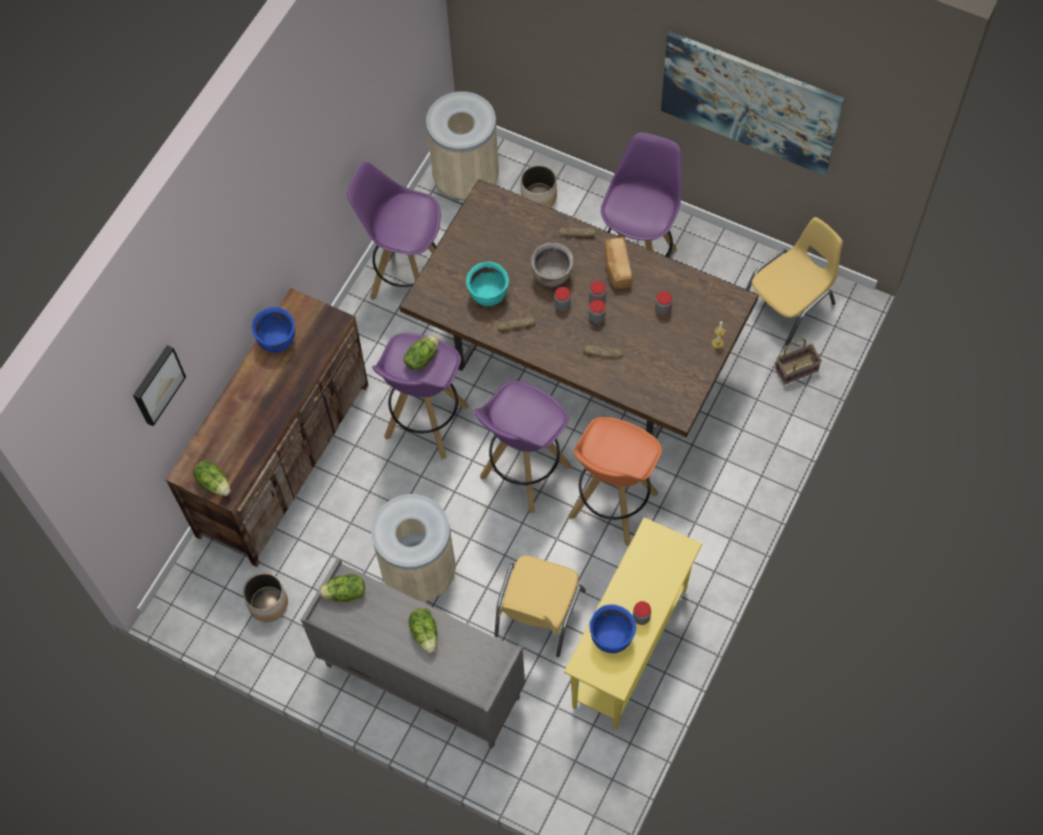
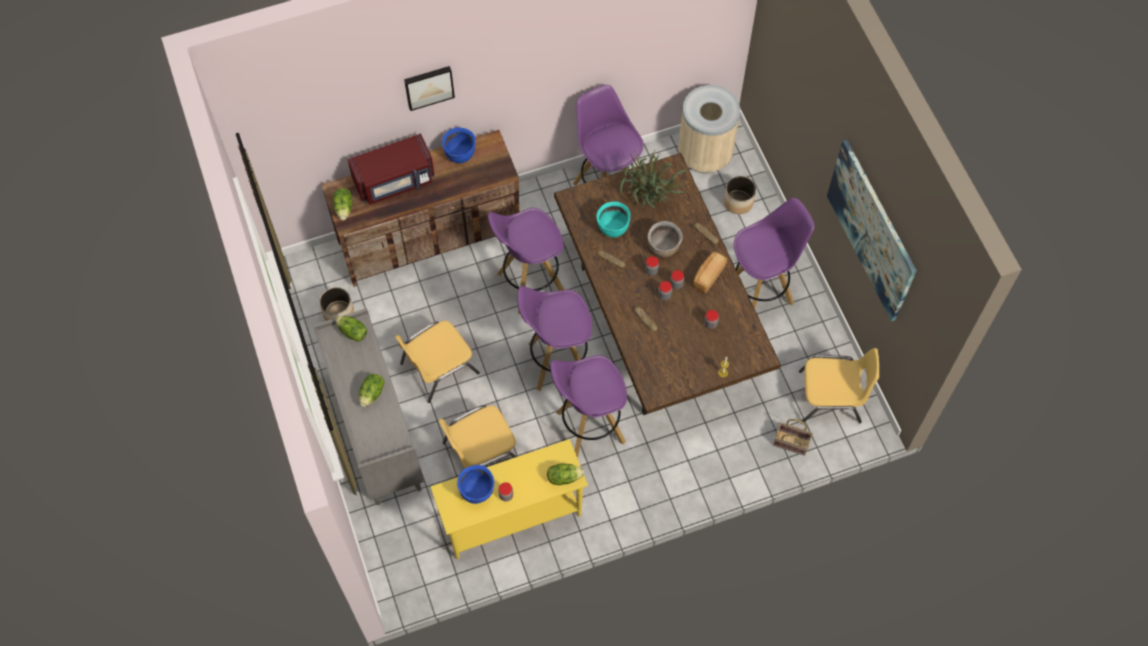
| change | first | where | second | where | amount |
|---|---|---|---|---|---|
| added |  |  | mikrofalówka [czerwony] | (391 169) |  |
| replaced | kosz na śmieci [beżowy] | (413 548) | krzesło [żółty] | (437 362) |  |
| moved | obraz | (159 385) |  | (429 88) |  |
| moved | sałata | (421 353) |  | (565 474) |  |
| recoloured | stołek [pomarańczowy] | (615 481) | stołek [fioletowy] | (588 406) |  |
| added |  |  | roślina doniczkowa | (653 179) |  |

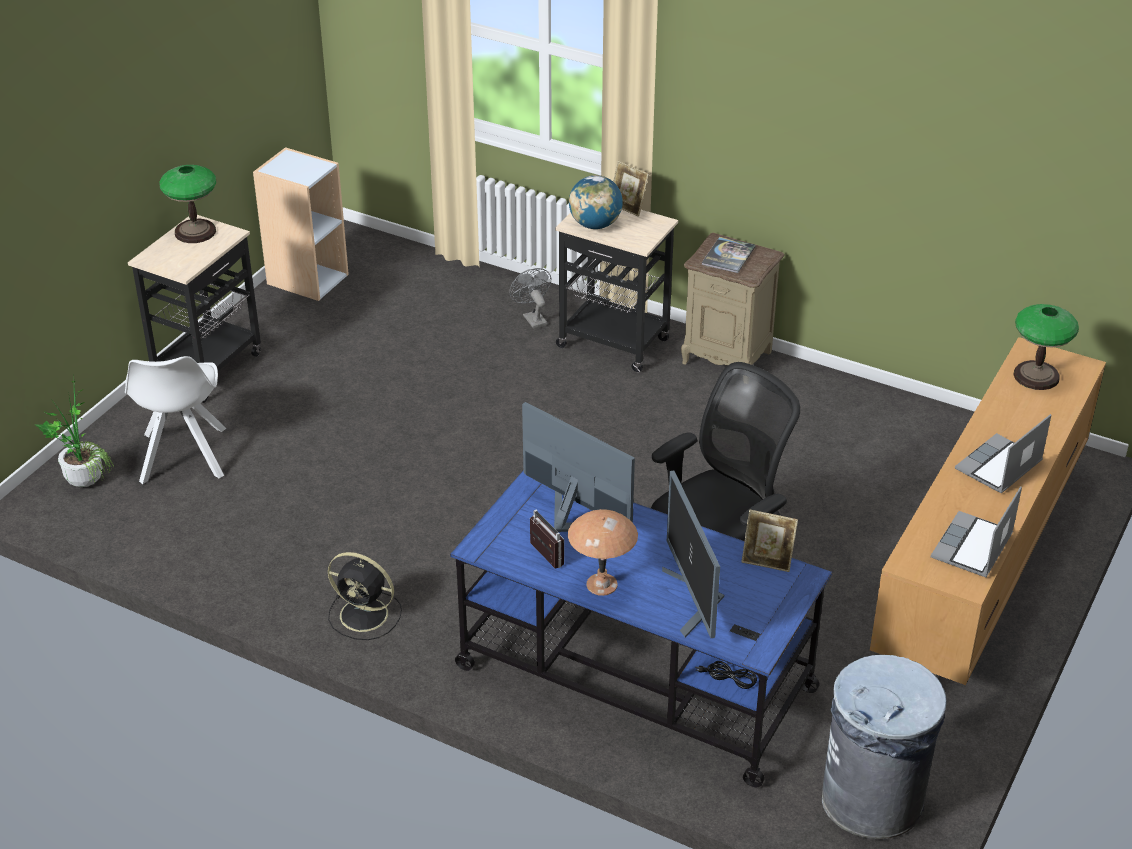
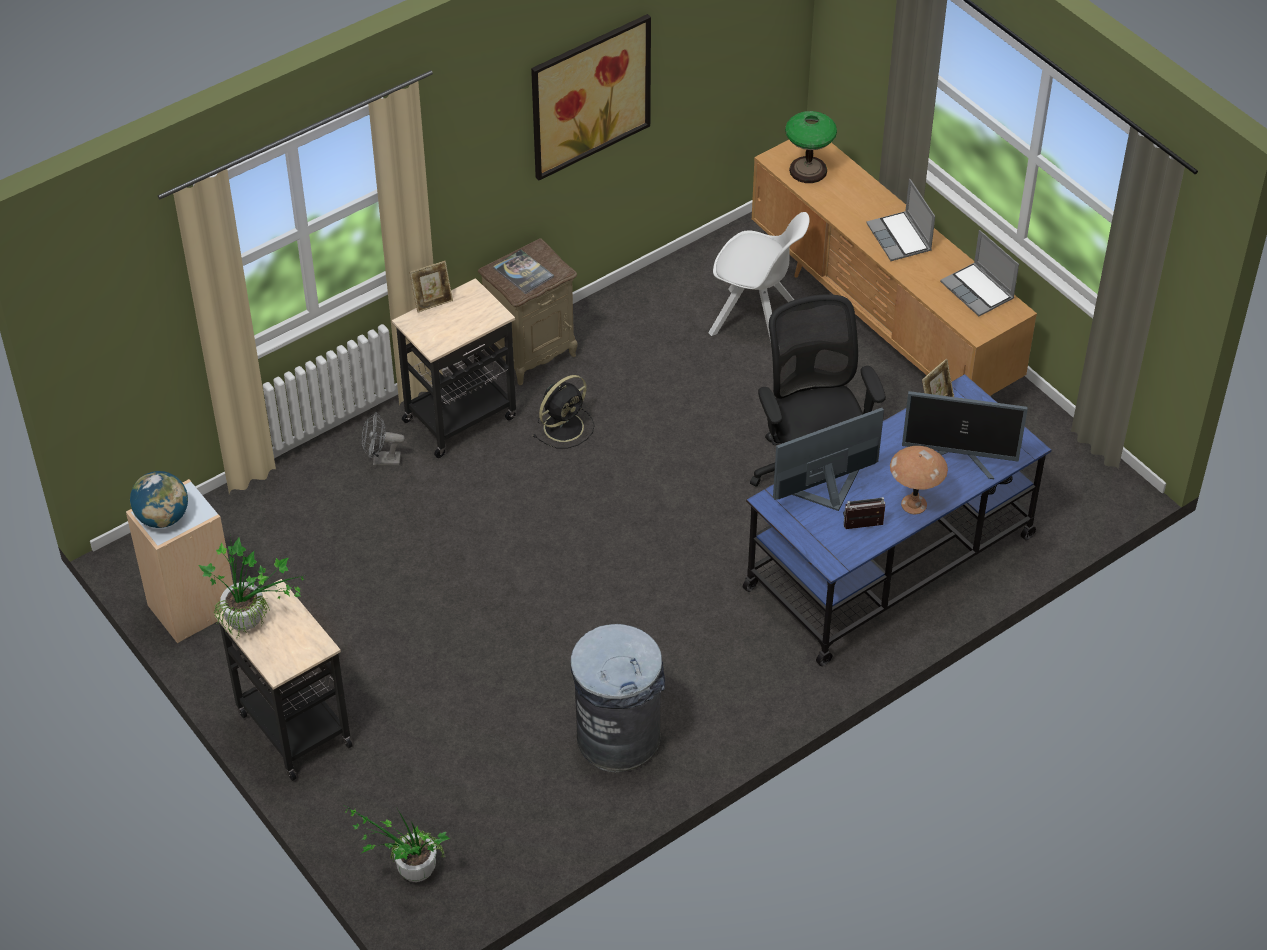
| change | first | where | second | where | amount |
|---|---|---|---|---|---|
| moved | globus | (596 202) |  | (159 499) |  |
| replaced | lampa stołowa | (188 204) | roślina doniczkowa | (251 588) |  |
| added |  |  | obraz | (591 97) |  |
| moved | wentylator [czarny] | (365 596) |  | (564 412) |  |
| moved | kosz na śmieci [szary] | (884 747) |  | (617 698) |  |
| moved | krzesło [biały] | (176 420) |  | (759 277) |  |

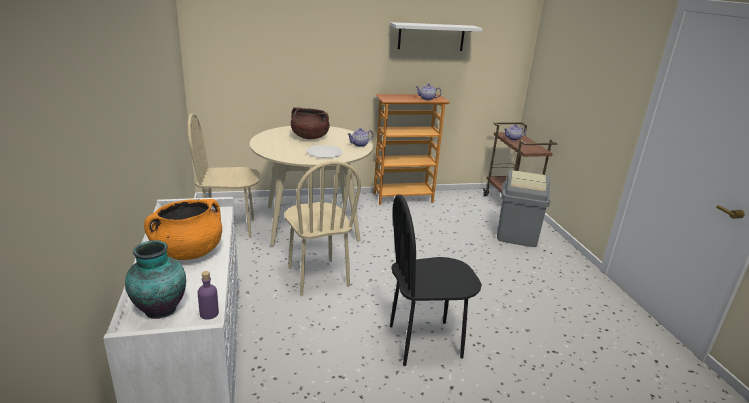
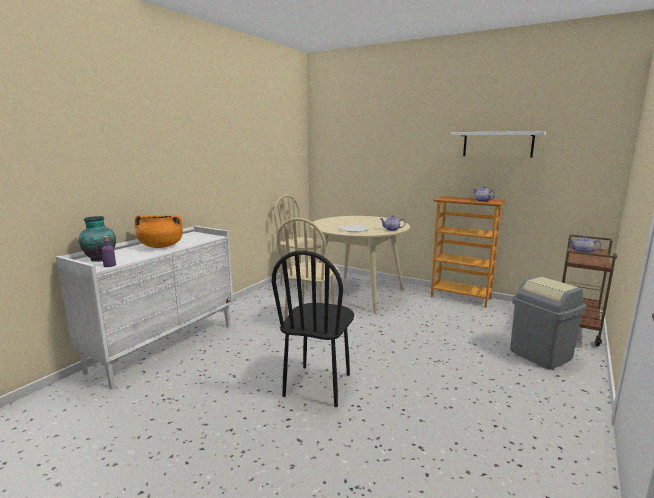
| change | first | where | second | where | amount |
|---|---|---|---|---|---|
| turned | krzesło [czarny] | (436 280) |  | (313 328) | 105 degrees counterclockwise |
| removed | garnek [brązowy] | (310 123) |  |  |  |

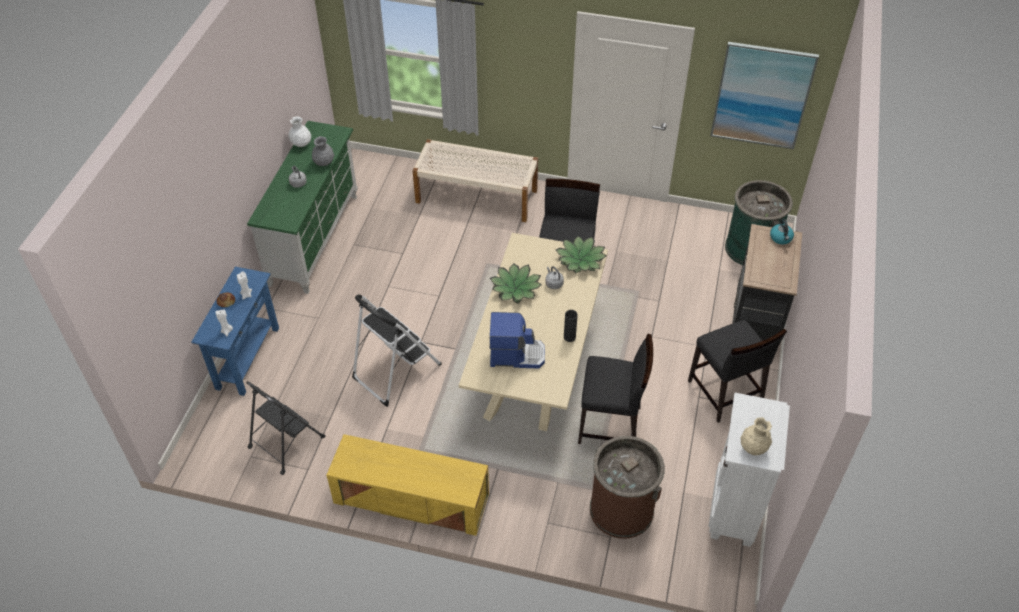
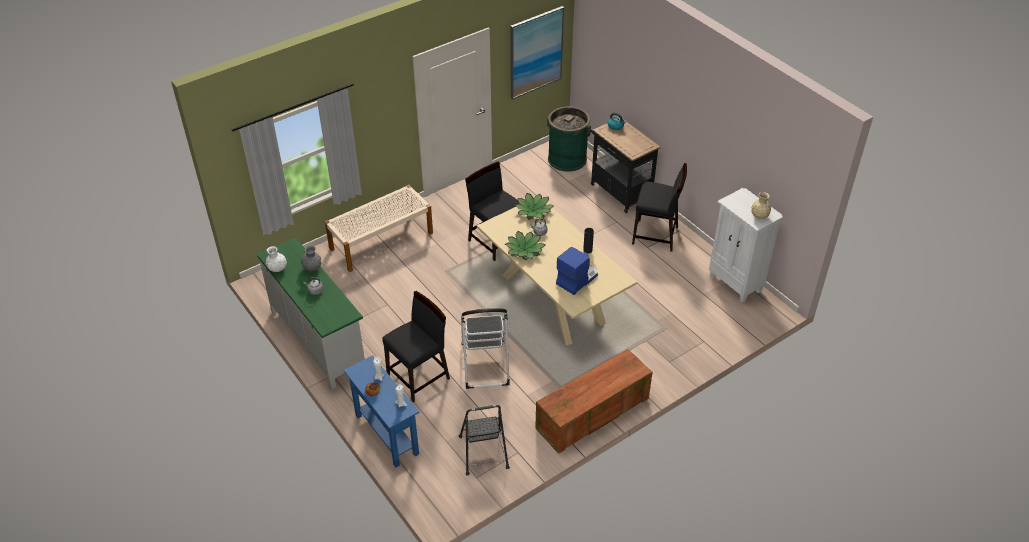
| change | first | where | second | where | amount |
|---|---|---|---|---|---|
| moved | krzesło [czarny] | (615 389) |  | (416 346) |  |
| recoloured | ławka [żółty] | (407 485) | ławka [brązowy] | (594 401) |  |
| removed | kosz na śmieci [brązowy] | (627 487) |  |  |  |

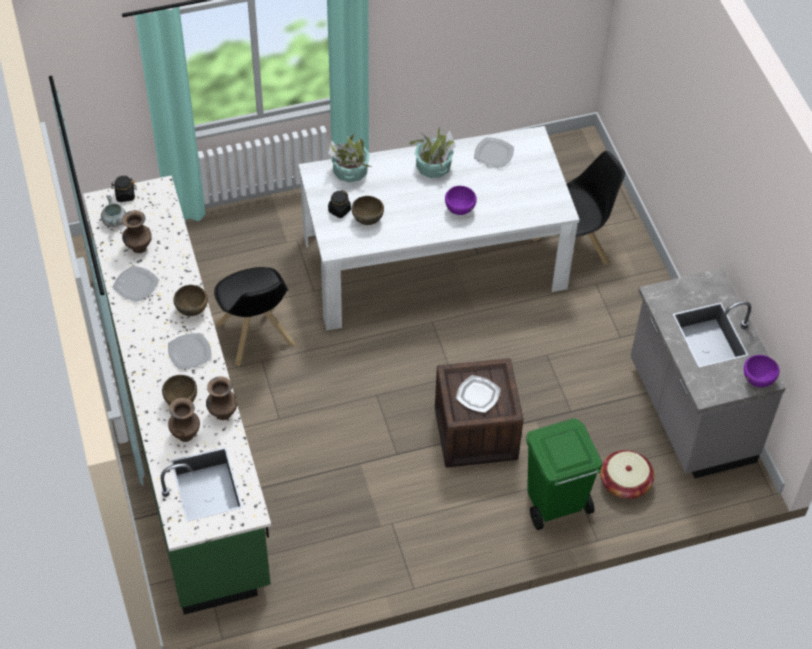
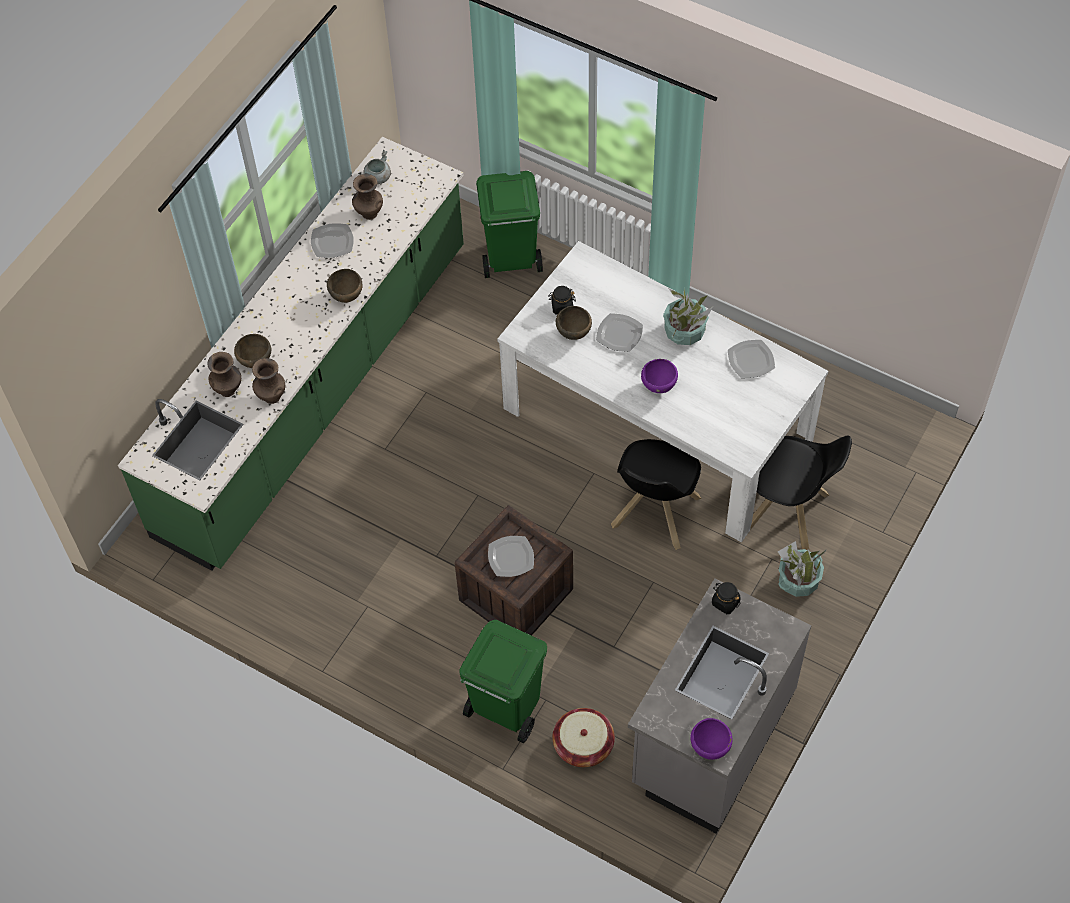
| change | first | where | second | where | amount |
|---|---|---|---|---|---|
| added |  |  | kosz na śmieci [zielony] | (509 224) |  |
| moved | talerz | (190 351) |  | (619 332) |  |
| moved | krzesło [czarny] | (255 317) |  | (656 494) |  |
| moved | słoik [czarny] | (124 189) |  | (726 598) |  |
| moved | roślina doniczkowa | (350 158) |  | (802 569) |  |

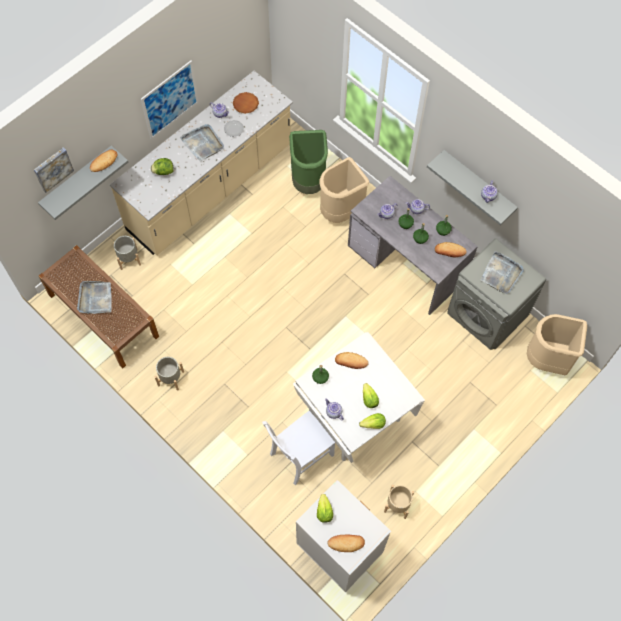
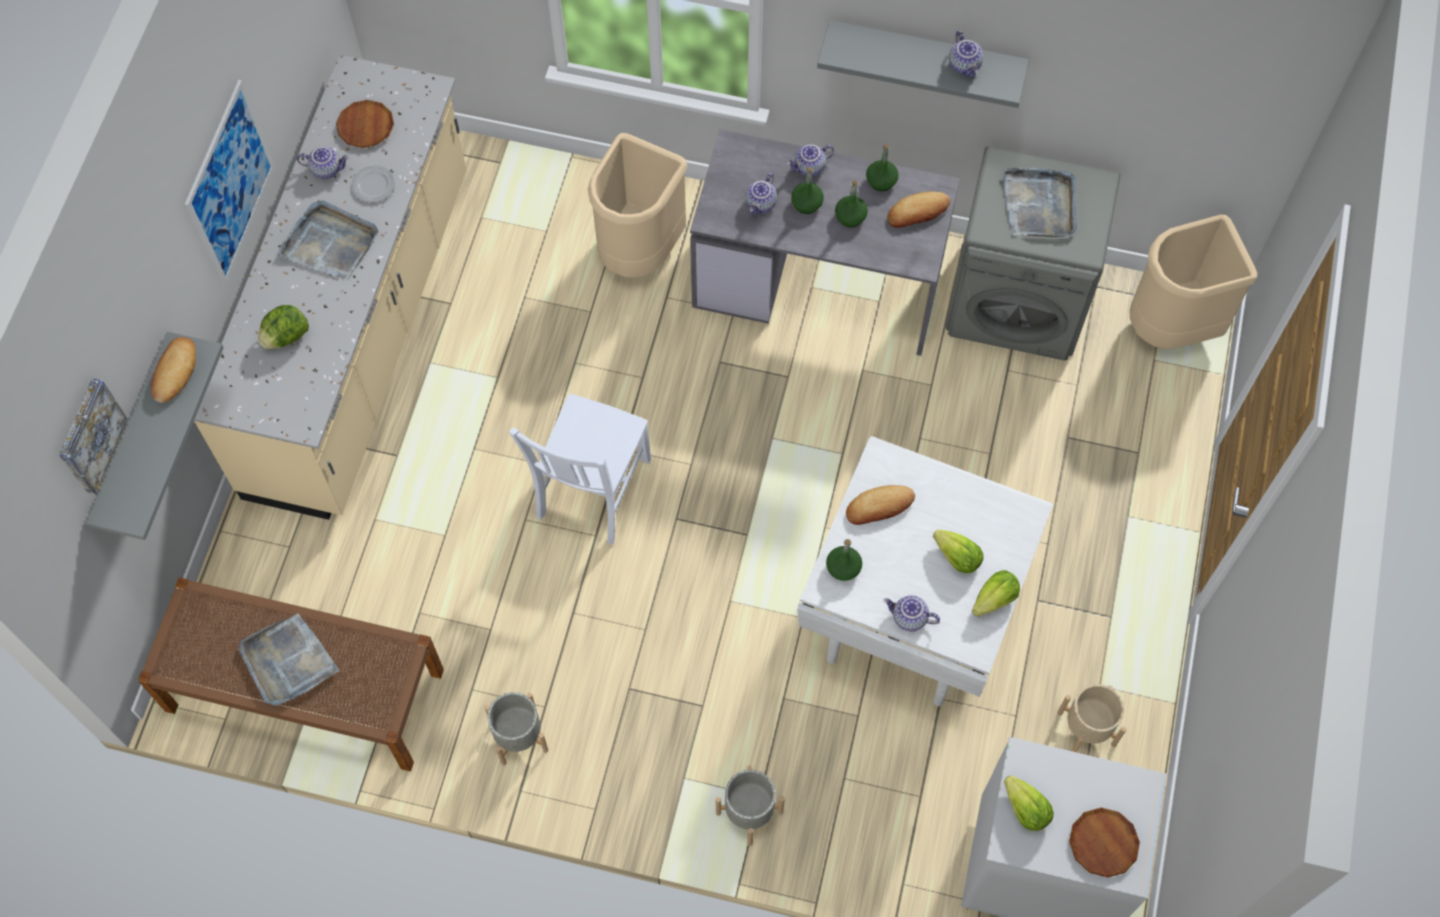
| change | first | where | second | where | amount |
|---|---|---|---|---|---|
| moved | krzesło [biały] | (298 448) |  | (580 469) |  |
| moved | donica [szary] | (127 253) |  | (750 805) |  |
| replaced | chleb | (346 543) | talerz [brązowy] | (1104 843) |  |
| removed | kosz na śmieci [zielony] | (308 162) |  |  |  |

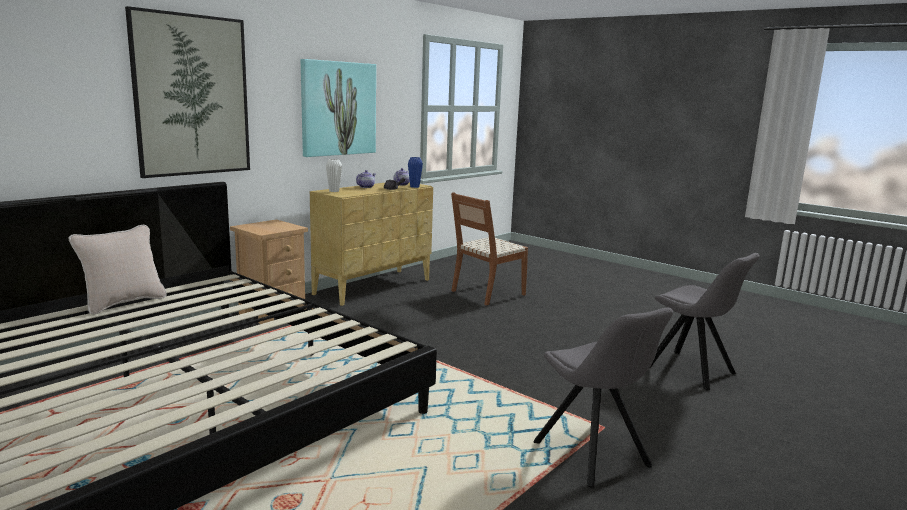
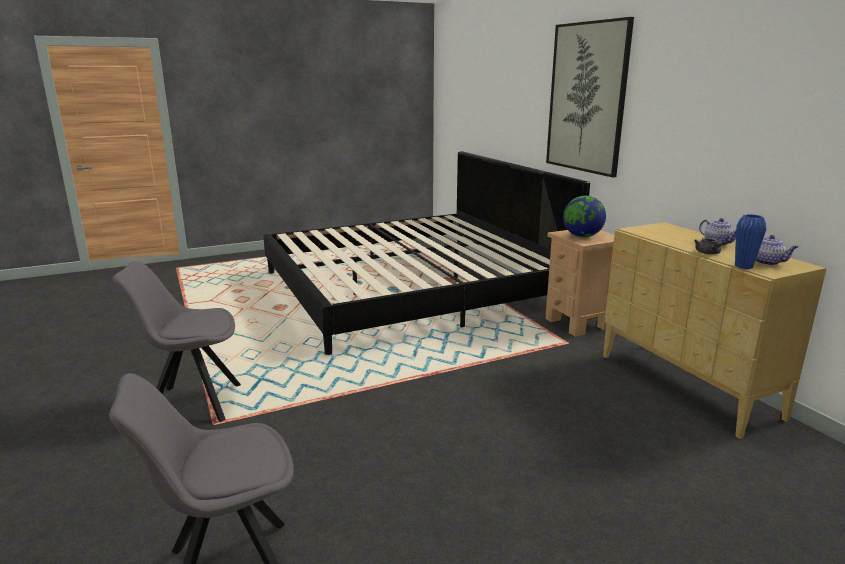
| change | first | where | second | where | amount |
|---|---|---|---|---|---|
| added |  |  | globus | (584 216) |  |
| removed | poduszka [beżowy] | (118 270) |  |  |  |
| removed | obraz | (338 108) |  |  |  |
| removed | wazon [biały] | (334 175) |  |  |  |
| removed | krzesło | (489 249) |  |  |  |

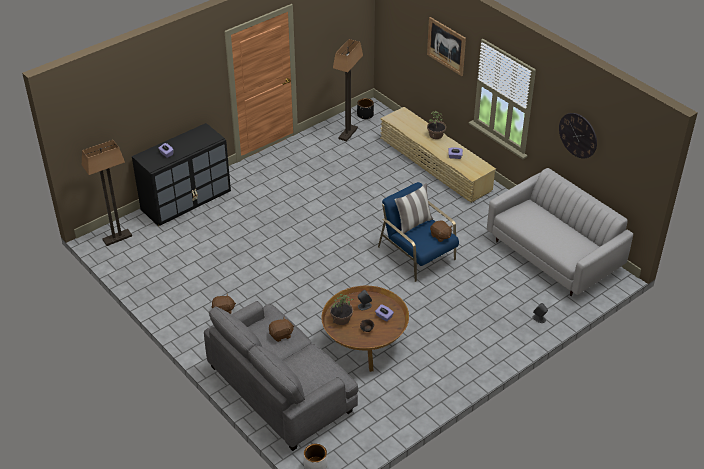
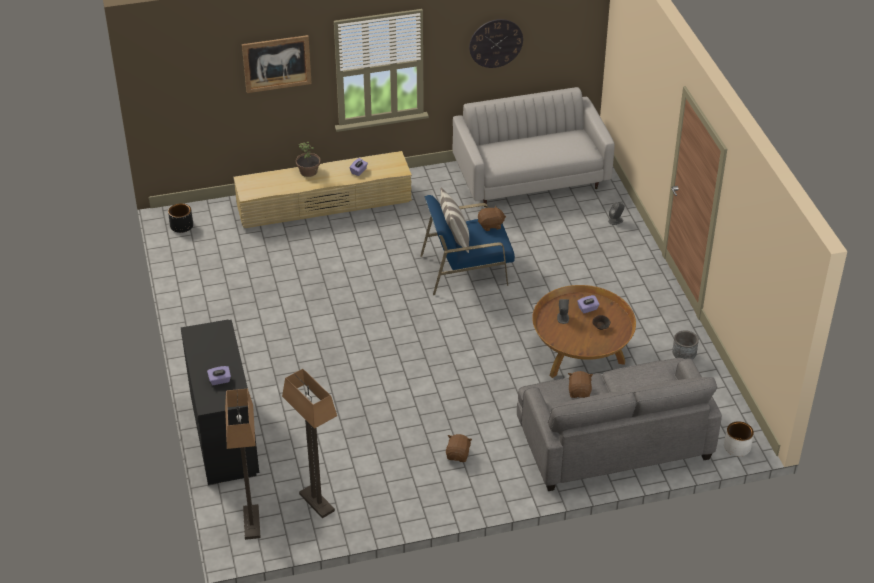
| change | first | where | second | where | amount |
|---|---|---|---|---|---|
| moved | lampa stojąca | (348 90) |  | (309 443) |  |
| added |  |  | donica [szary] | (685 345) |  |
| removed | roślina doniczkowa | (341 309) |  |  |  |

